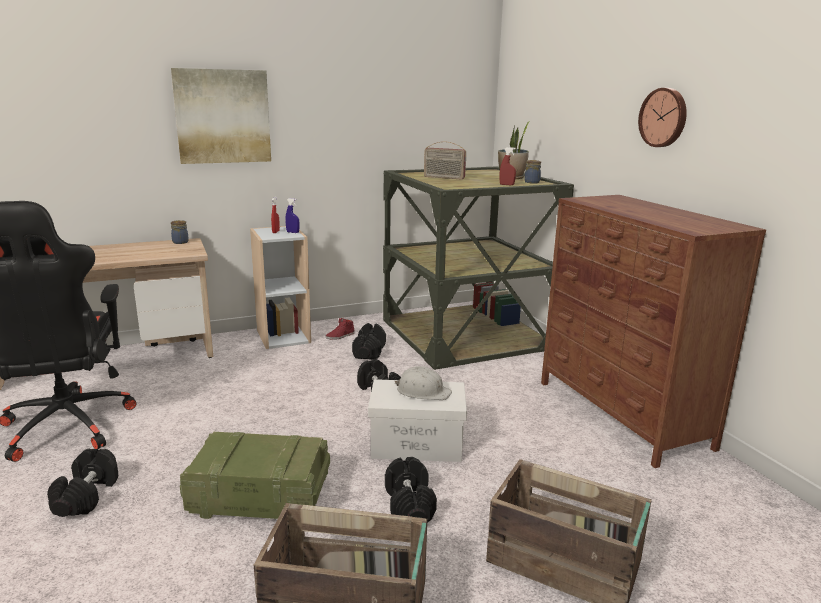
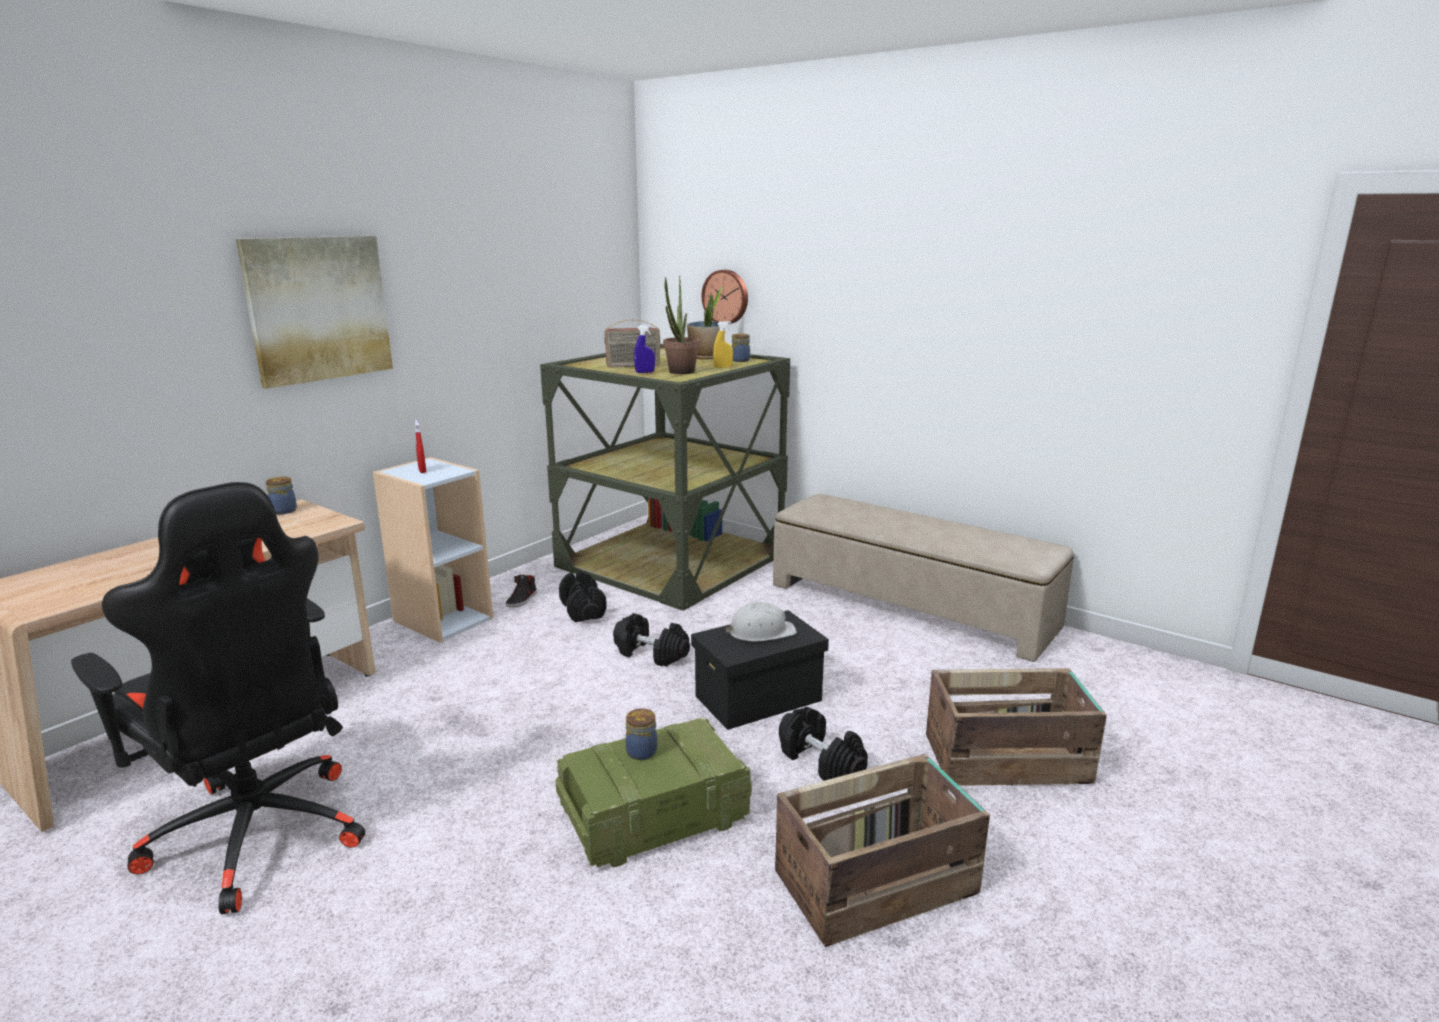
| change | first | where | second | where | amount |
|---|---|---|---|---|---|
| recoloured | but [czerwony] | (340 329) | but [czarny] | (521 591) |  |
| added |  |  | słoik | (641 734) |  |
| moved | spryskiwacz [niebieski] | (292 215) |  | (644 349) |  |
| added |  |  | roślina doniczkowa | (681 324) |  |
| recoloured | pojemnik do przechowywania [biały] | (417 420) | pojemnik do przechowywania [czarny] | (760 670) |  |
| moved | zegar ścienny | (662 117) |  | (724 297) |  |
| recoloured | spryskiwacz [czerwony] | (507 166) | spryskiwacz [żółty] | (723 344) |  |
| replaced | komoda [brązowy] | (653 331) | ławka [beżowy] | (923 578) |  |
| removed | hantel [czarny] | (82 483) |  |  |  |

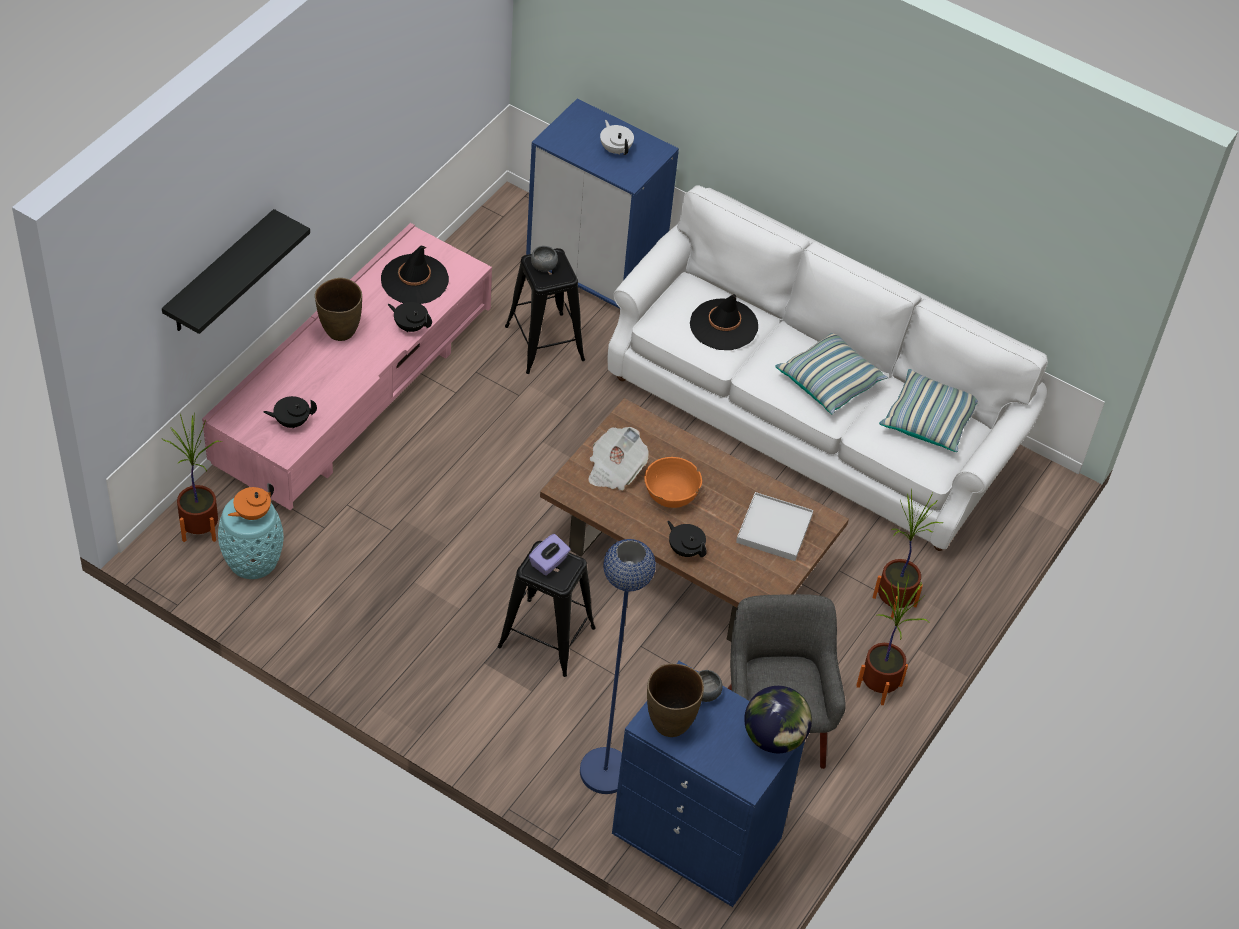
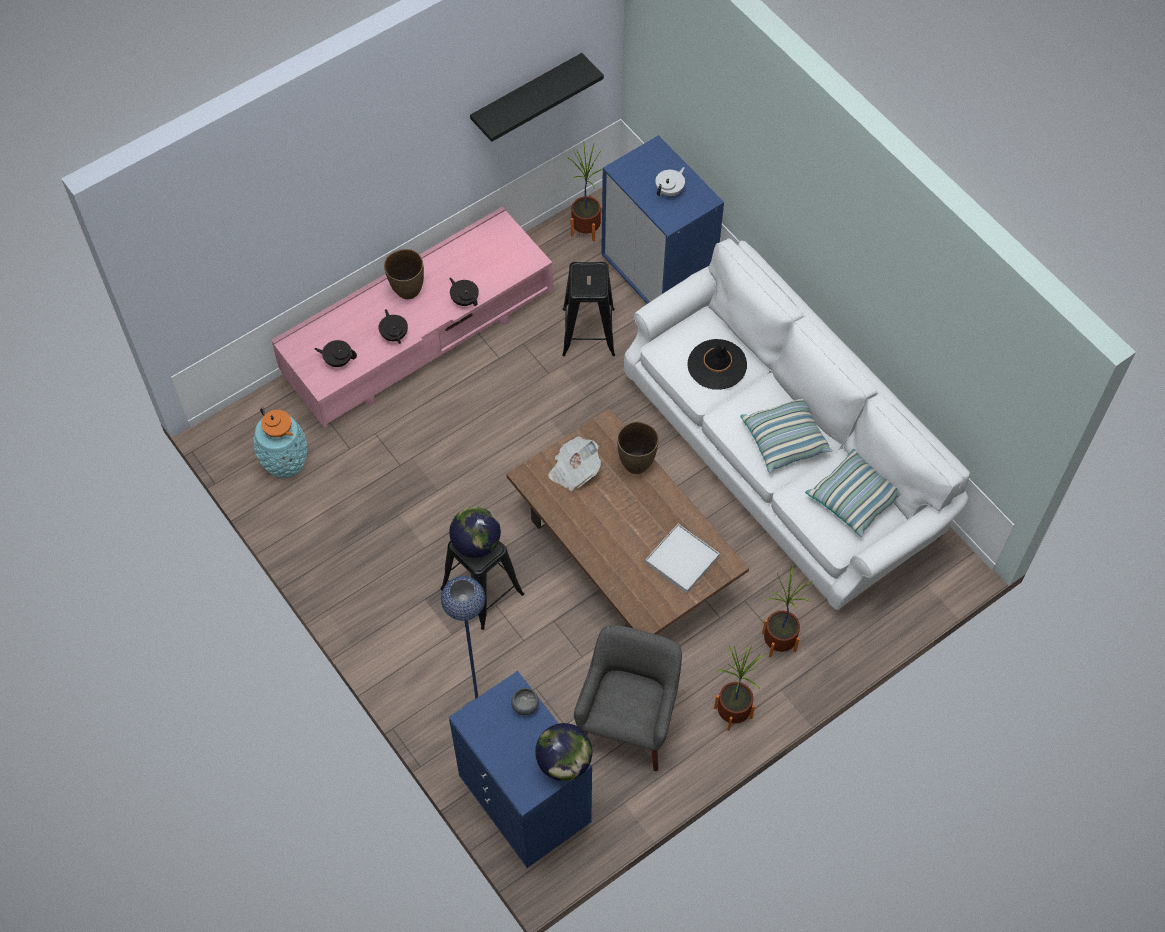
| change | first | where | second | where | amount |
|---|---|---|---|---|---|
| turned | imbryk [pomarańczowy] | (251 501) |  | (276 422) | 120 degrees counterclockwise |
| moved | imbryk [czarny] | (687 539) |  | (393 326) |  |
| replaced | pudełko chusteczek [fioletowy] | (549 555) | globus | (475 532) |  |
| moved | półka [czarny] | (236 271) |  | (537 97) |  |
| moved | roślina doniczkowa | (193 477) |  | (585 193) |  |
| moved | wazon [brązowy] | (675 700) |  | (638 447) |  |
| turned | imbryk [biały] | (617 137) |  | (670 181) | 45 degrees clockwise |
| removed | kapelusz [czarny] | (415 274) |  |  |  |
| removed | miska [szary] | (544 259) |  |  |  |
| removed | miska [pomarańczowy] | (673 482) |  |  |  |

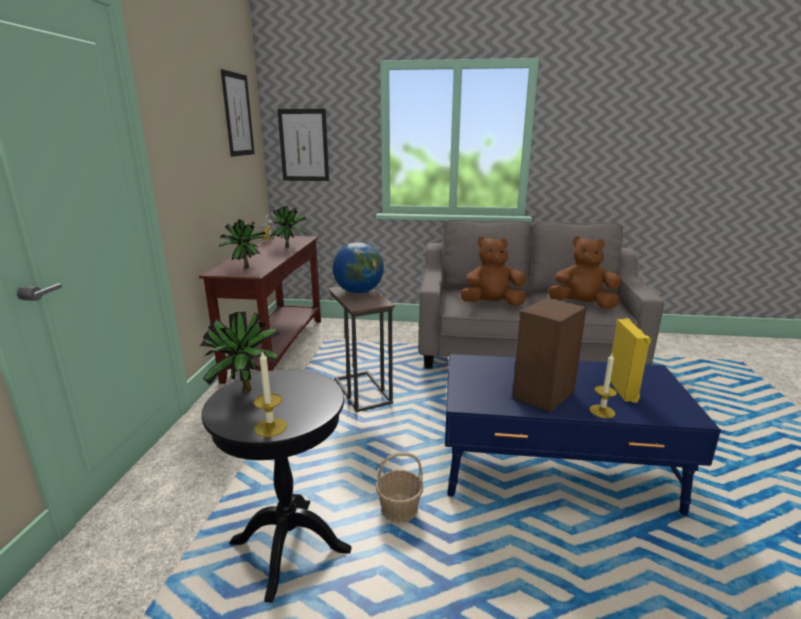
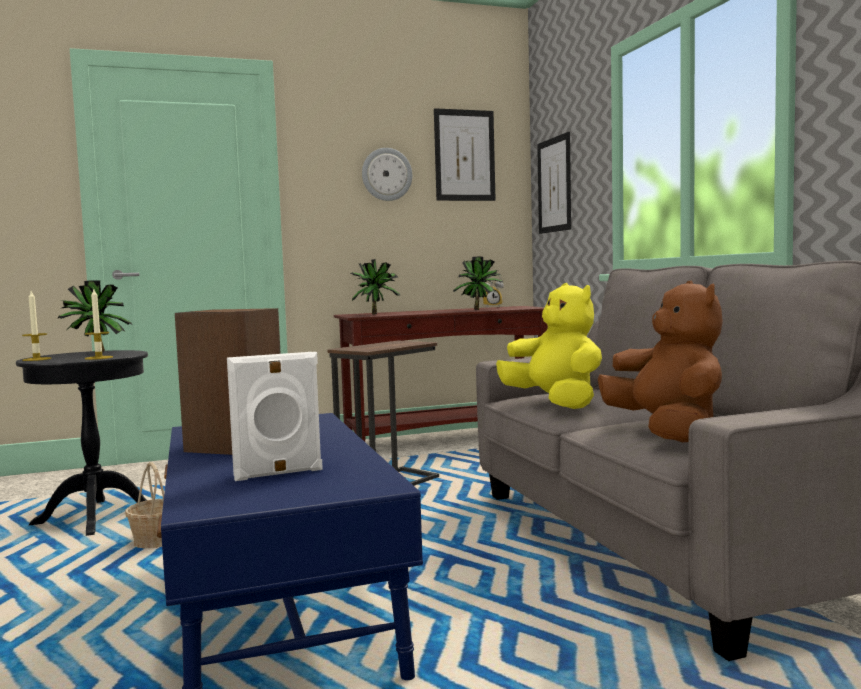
| change | first | where | second | where | amount |
|---|---|---|---|---|---|
| moved | świeca | (603 386) |  | (99 324) |  |
| recoloured | głośnik [żółty] | (630 360) | głośnik [biały] | (275 416) |  |
| added |  |  | zegar ścienny | (387 174) |  |
| recoloured | pluszak [brązowy] | (493 271) | pluszak [żółty] | (549 346) |  |
| removed | globus | (358 268) |  |  |  |

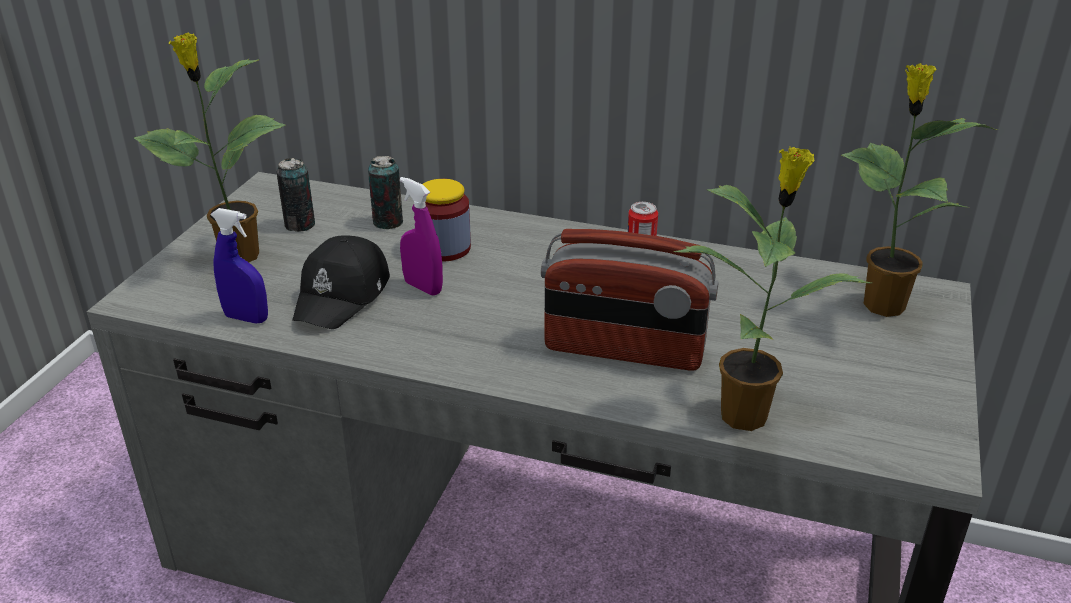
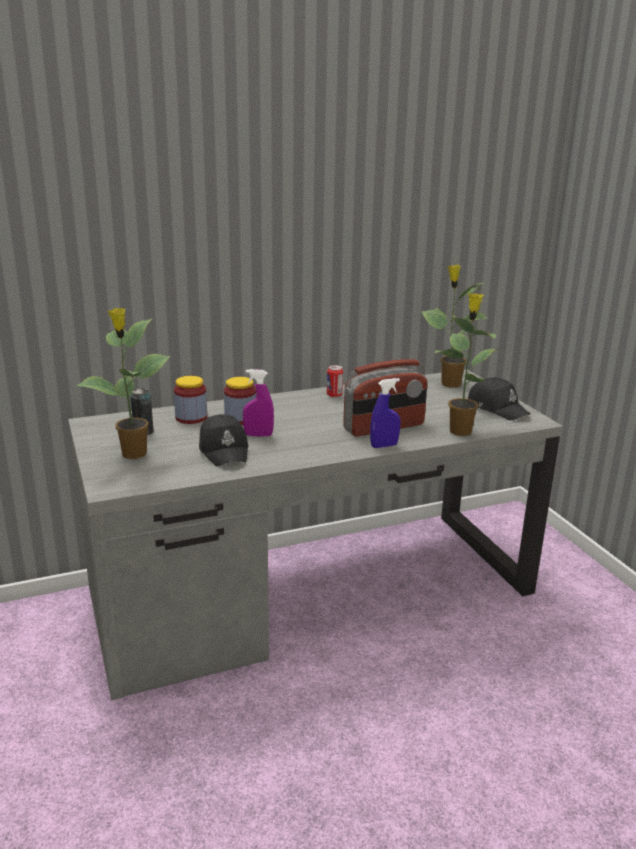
| change | first | where | second | where | amount |
|---|---|---|---|---|---|
| replaced | puszka | (385 192) | słoik | (190 400) |  |
| moved | spryskiwacz [niebieski] | (239 266) |  | (385 413) |  |
| added |  |  | czapka z daszkiem [czarny] | (499 398) |  |

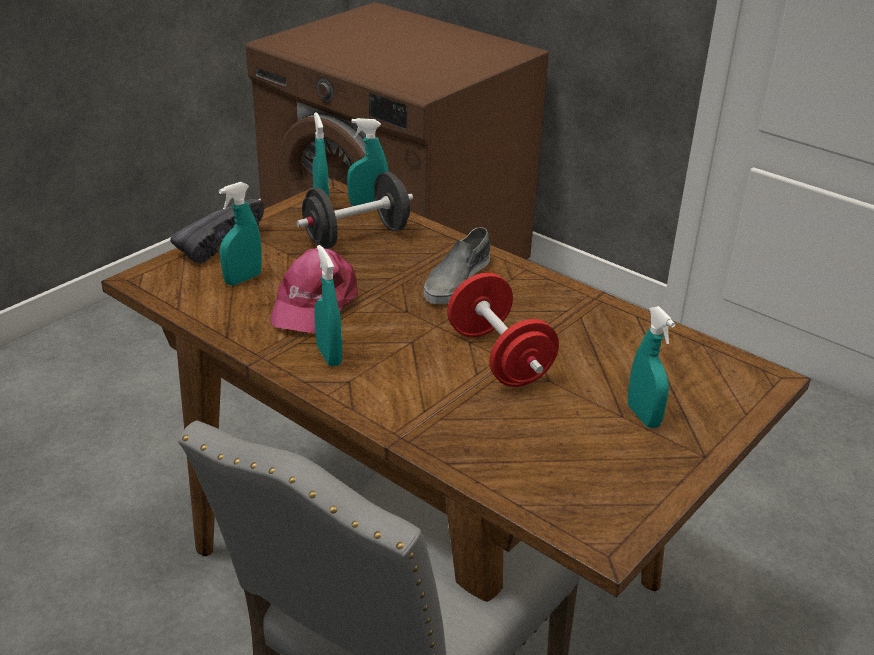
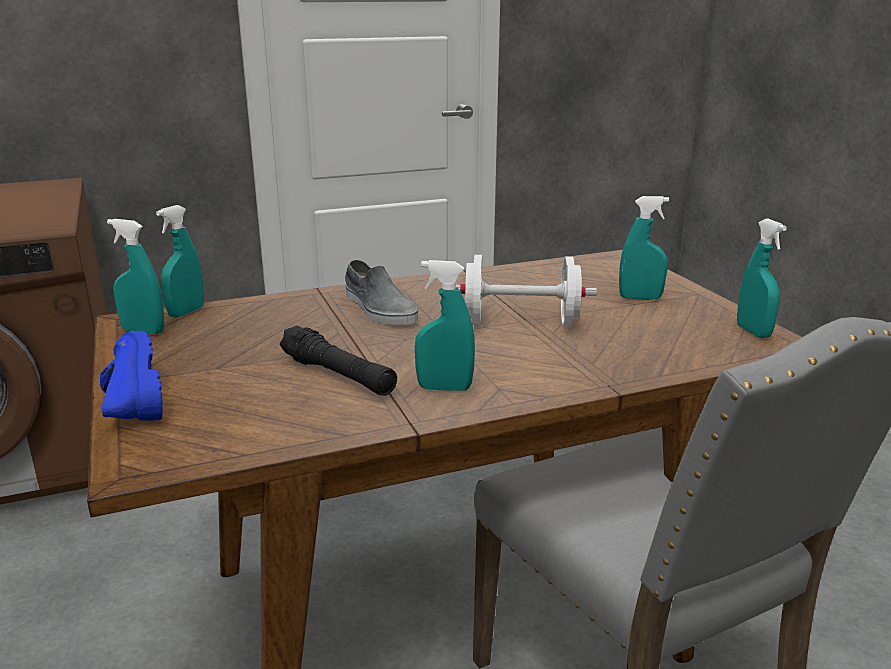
| change | first | where | second | where | amount |
|---|---|---|---|---|---|
| recoloured | but [czarny] | (217 231) | but [niebieski] | (131 376) |  |
| replaced | czapka z daszkiem [różowy] | (314 290) | latarka [czarny] | (338 360) |  |
| recoloured | hantel [czerwony] | (503 330) | hantel [biały] | (526 290) |  |
| moved | spryskiwacz [turkusowy] | (240 233) |  | (762 278) |  |
| removed | hantel [czarny] | (354 210) |  |  |  |

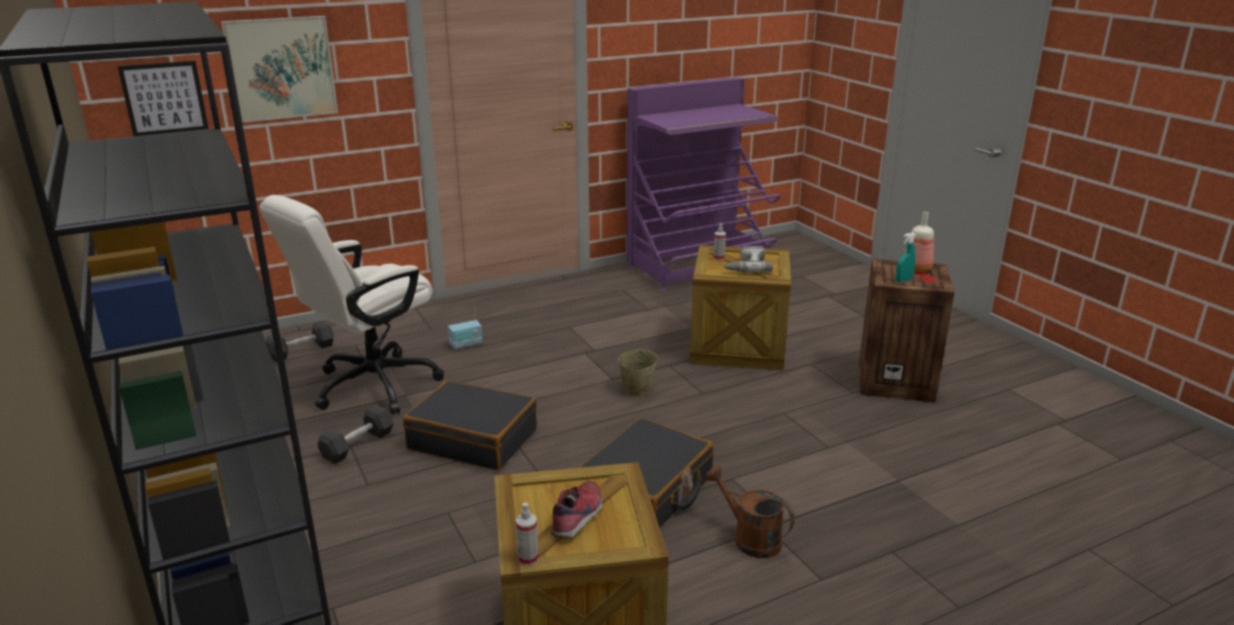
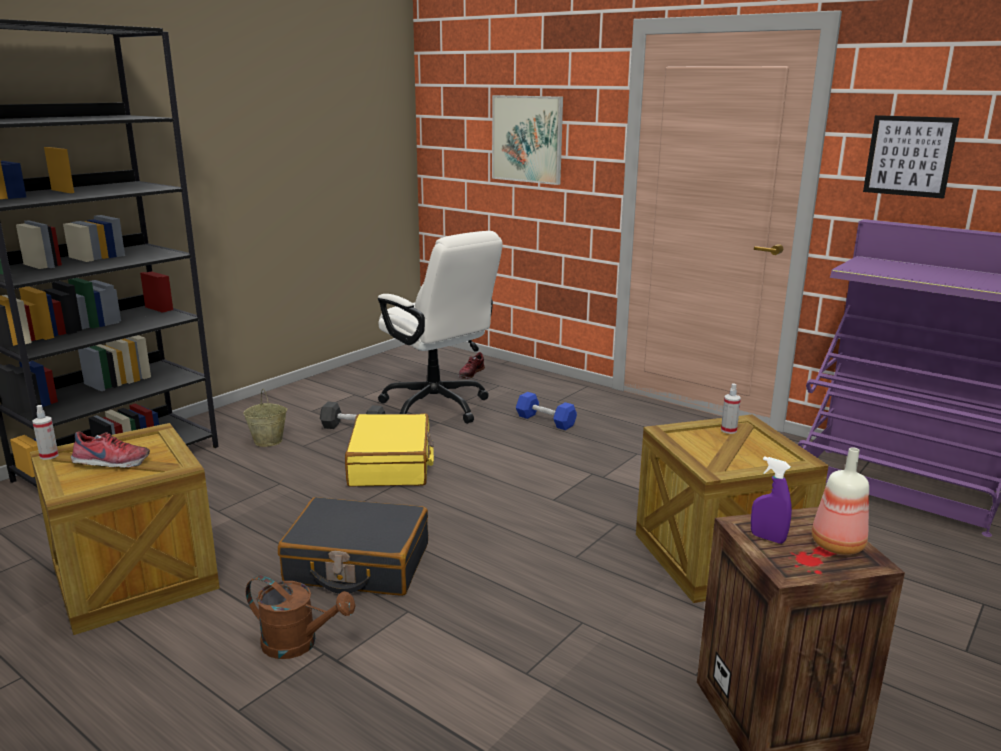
| change | first | where | second | where | amount |
|---|---|---|---|---|---|
| moved | wiadro [beżowy] | (638 366) |  | (265 417) |  |
| turned | konewka [brązowy] | (750 511) |  | (301 617) | 90 degrees clockwise |
| recoloured | walizka [czarny] | (470 425) | walizka [żółty] | (389 449) |  |
| turned | krzesło biurowe [biały] | (352 304) |  | (440 327) | 150 degrees counterclockwise |
| replaced | hantel [czarny] | (300 341) | but | (472 365) |  |
| replaced | radio | (465 329) | hantel [niebieski] | (546 411) |  |
| recoloured | spryskiwacz [turkusowy] | (906 257) | spryskiwacz [fioletowy] | (771 500) |  |
| moved | obraz | (163 98) |  | (911 157) |  |
| removed | wiertarka | (748 259) |  |  |  |

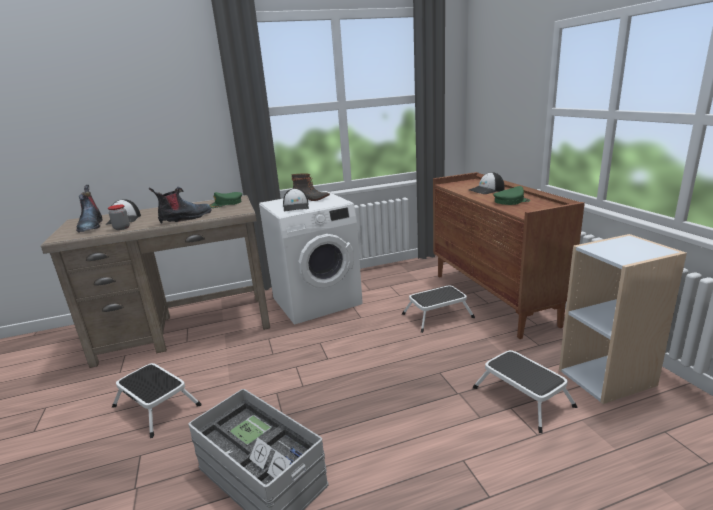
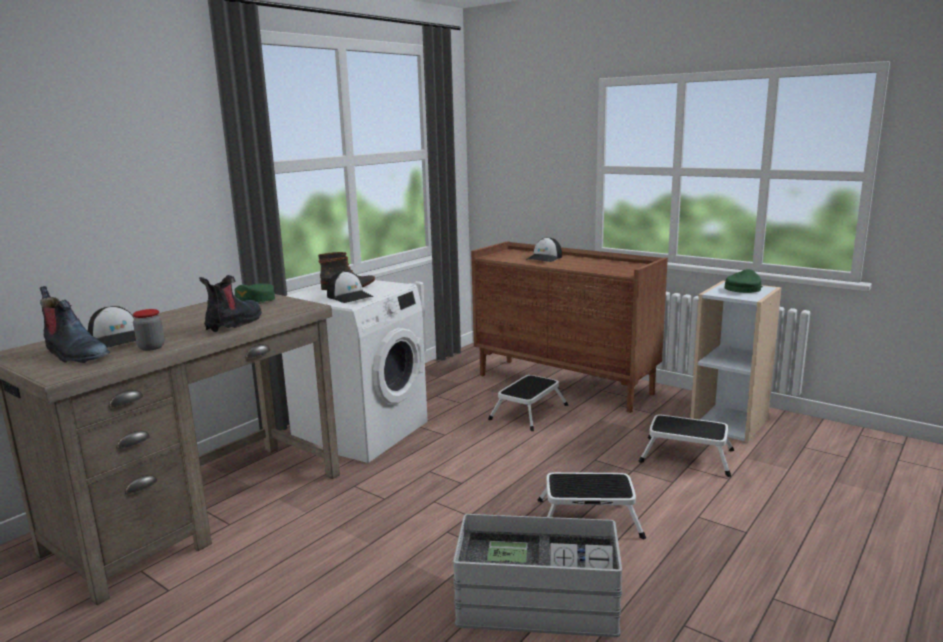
| change | first | where | second | where | amount |
|---|---|---|---|---|---|
| moved | drabinka [czarny] | (157 400) |  | (592 505) |  |
| moved | czapka z daszkiem [zielony] | (511 195) |  | (744 281) |  |

